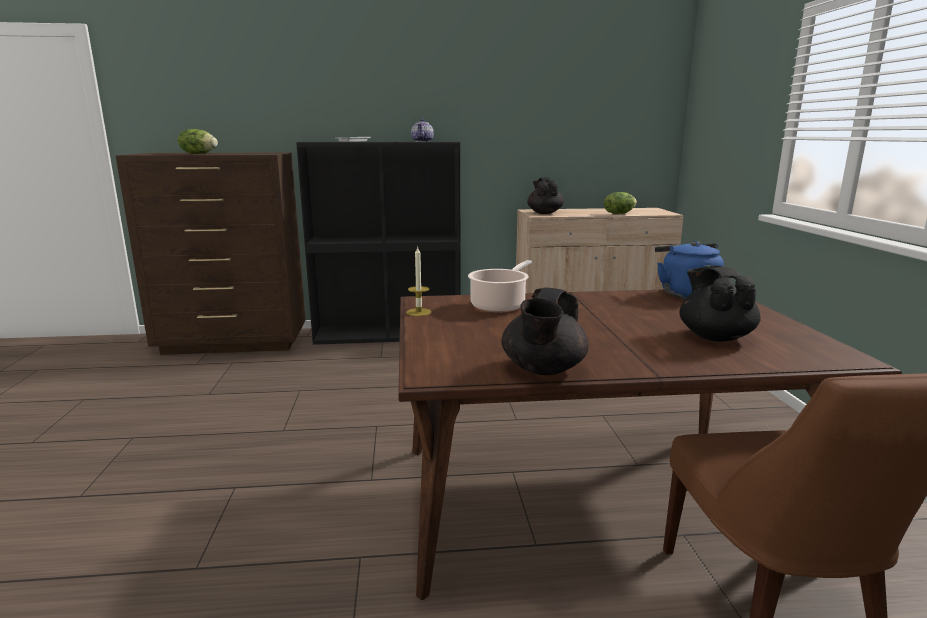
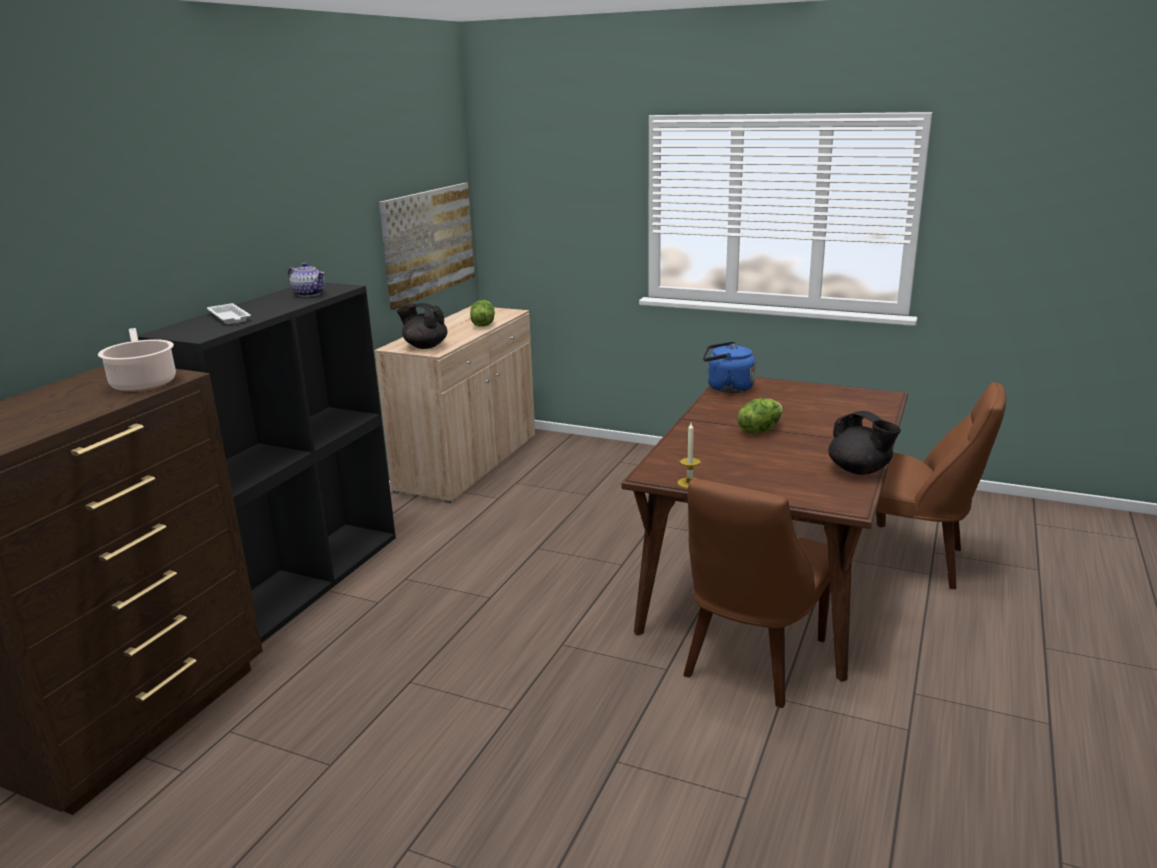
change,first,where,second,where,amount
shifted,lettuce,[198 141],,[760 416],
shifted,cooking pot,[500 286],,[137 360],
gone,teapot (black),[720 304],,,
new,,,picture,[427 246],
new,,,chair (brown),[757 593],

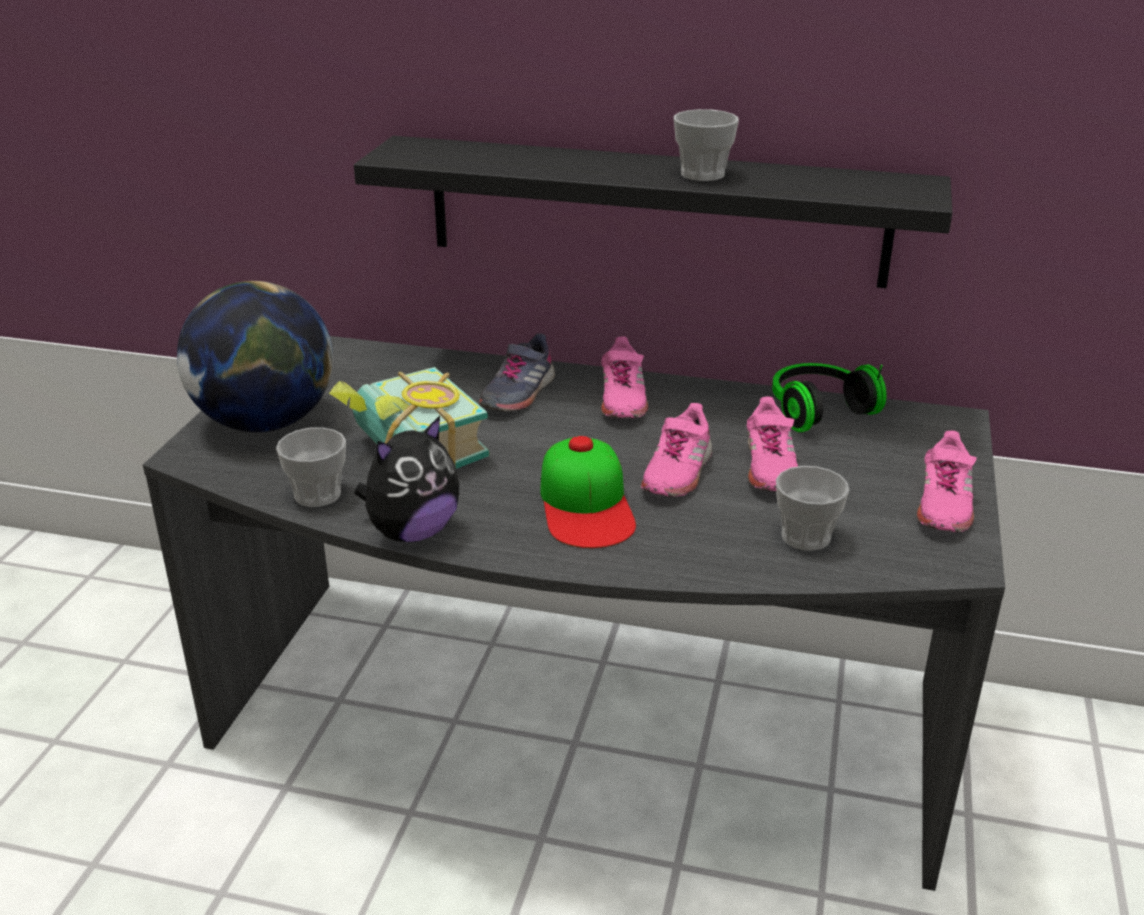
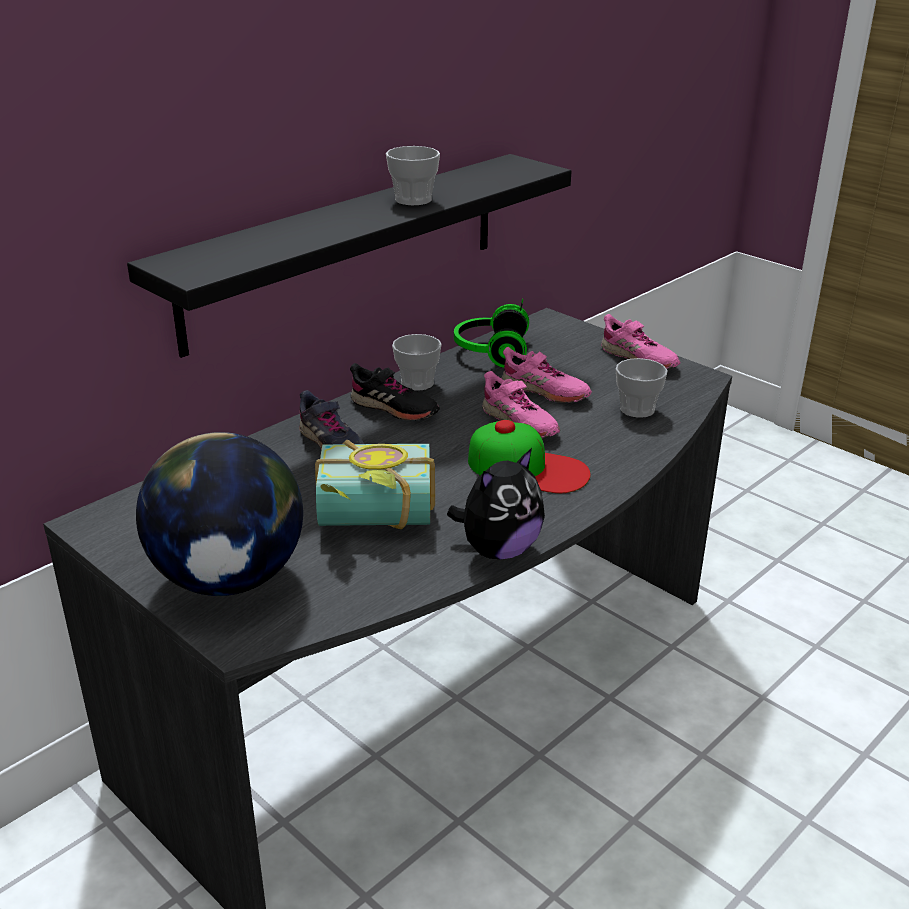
change,first,where,second,where,amount
shifted,cup,[311 467],,[417 362],
rotated,plush toy,[407 479],,[496 503],60 degrees clockwise
repainted,shoe (pink),[624 377],shoe (black),[395 391],

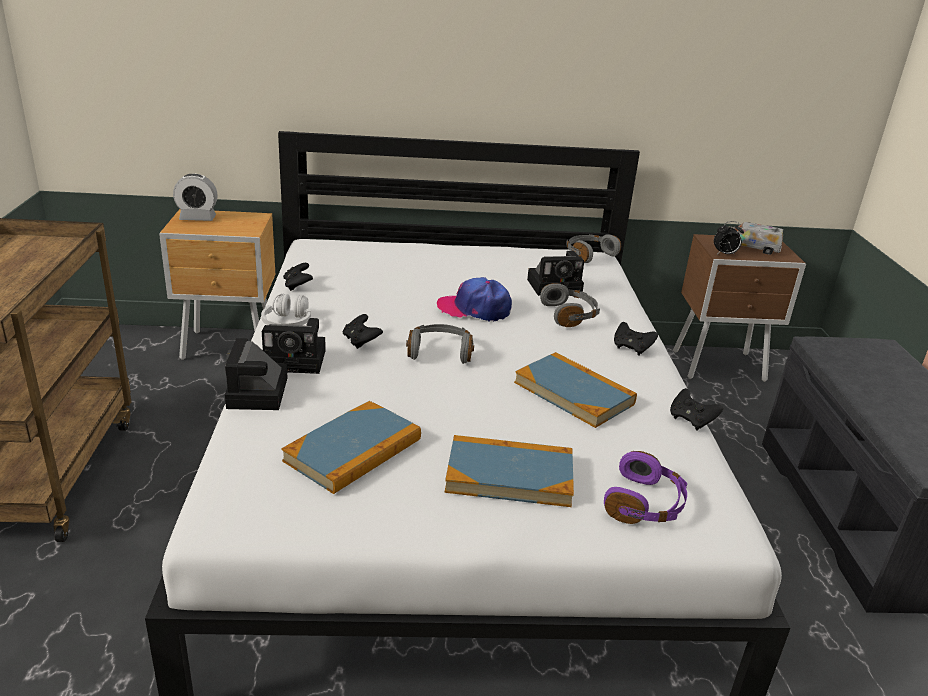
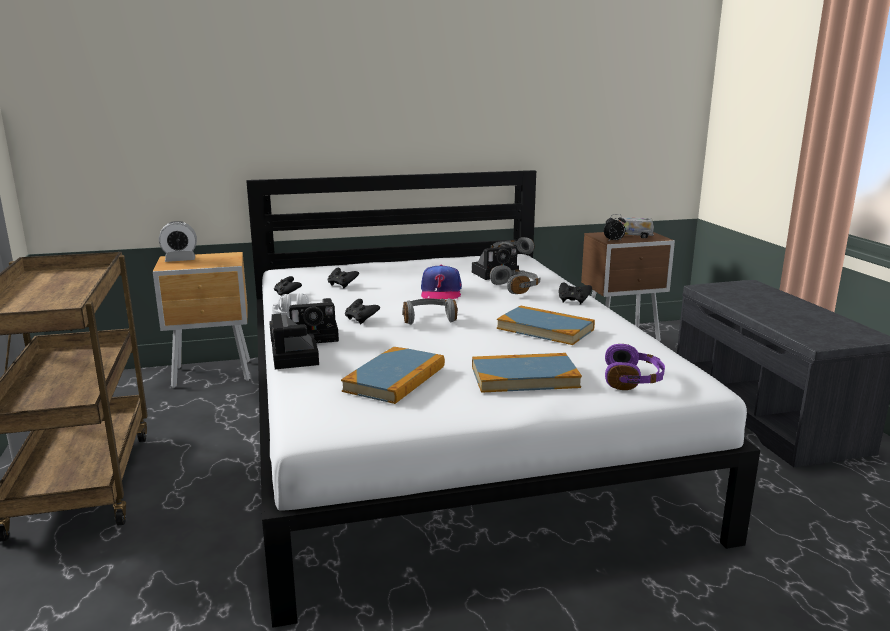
change,first,where,second,where,amount
rotated,cap,[474 299],,[441 282],90 degrees counterclockwise
shifted,game controller (black),[696 409],,[343 278],

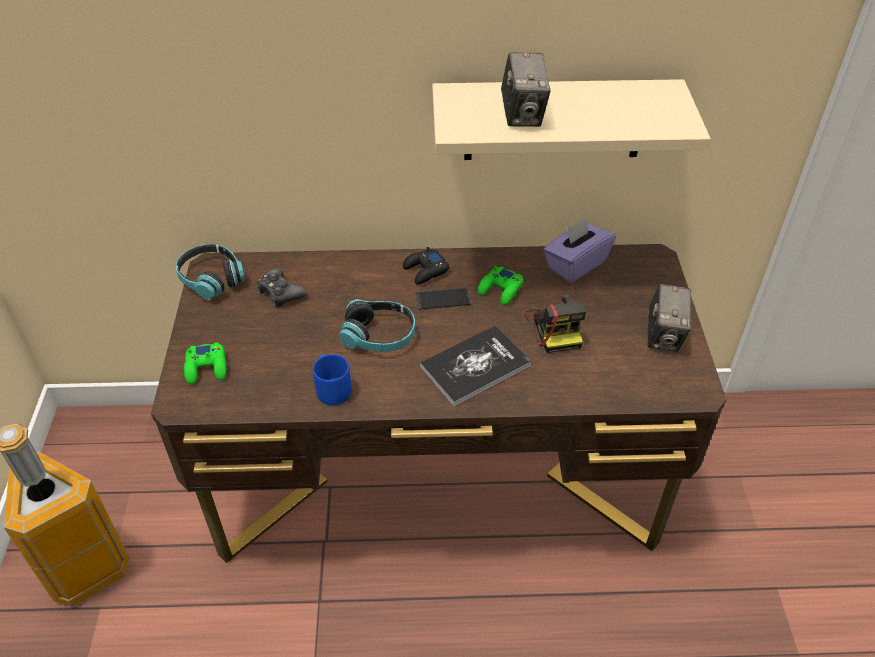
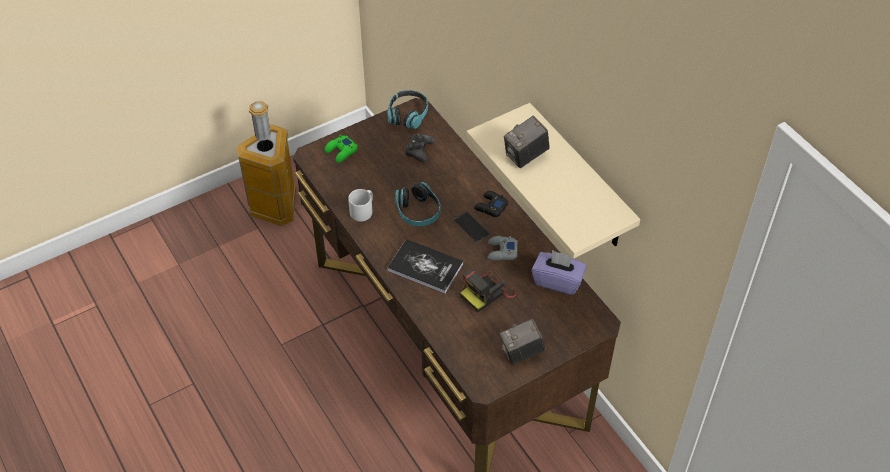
change,first,where,second,where,amount
repainted,mug (blue),[332 379],mug (grey),[360 205],
repainted,game controller (green),[500 285],game controller (grey),[502 248],

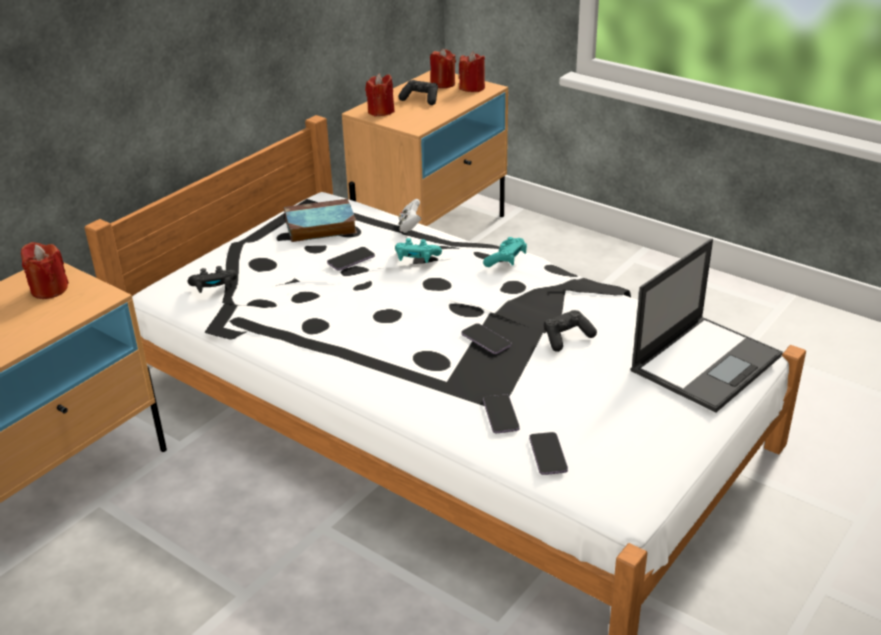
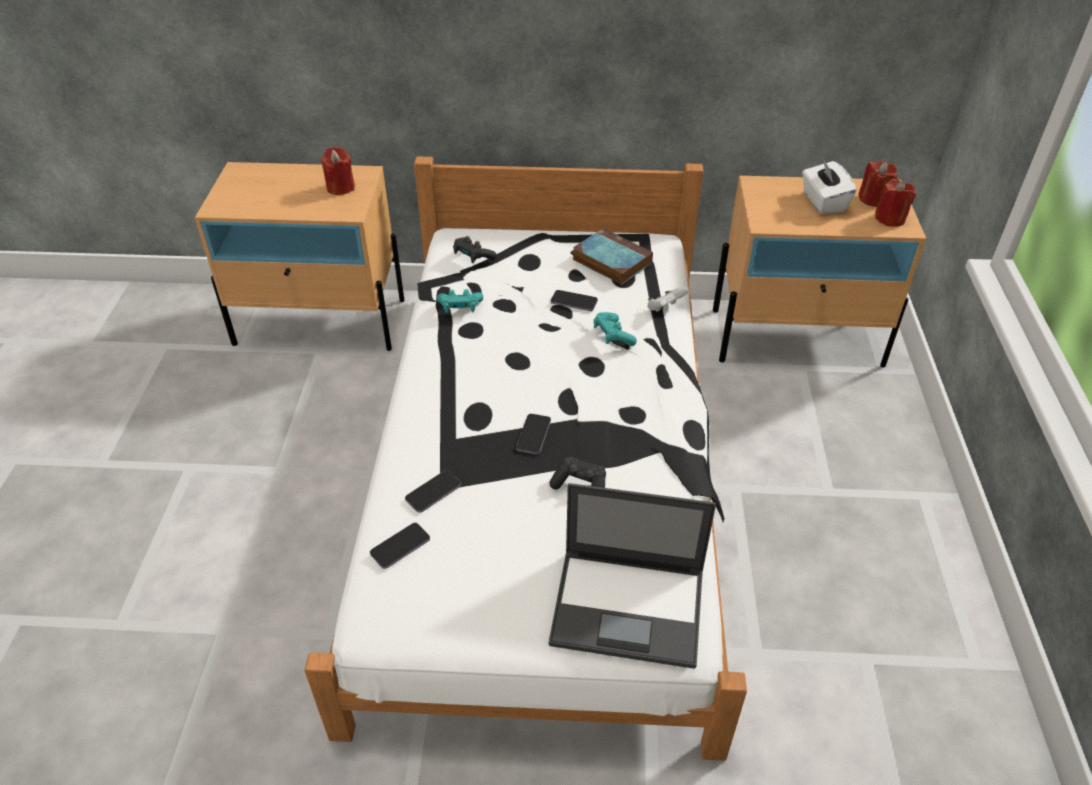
change,first,where,second,where,amount
gone,candle (red),[380 94],,,
swapped,game controller (black),[418 92],tissue box (white),[829 186],
shifted,game controller (turquoise),[505 252],,[460 301],

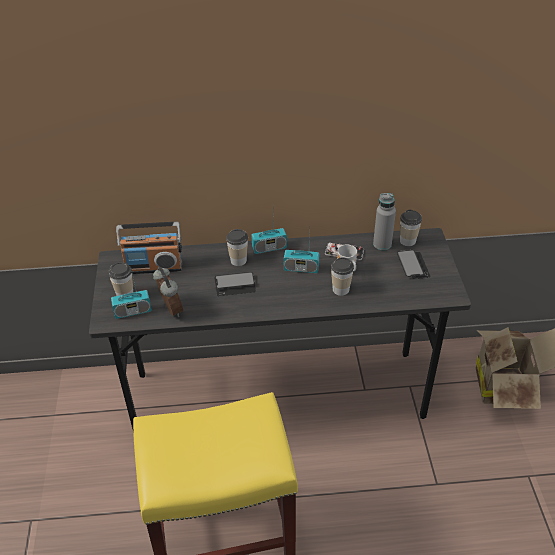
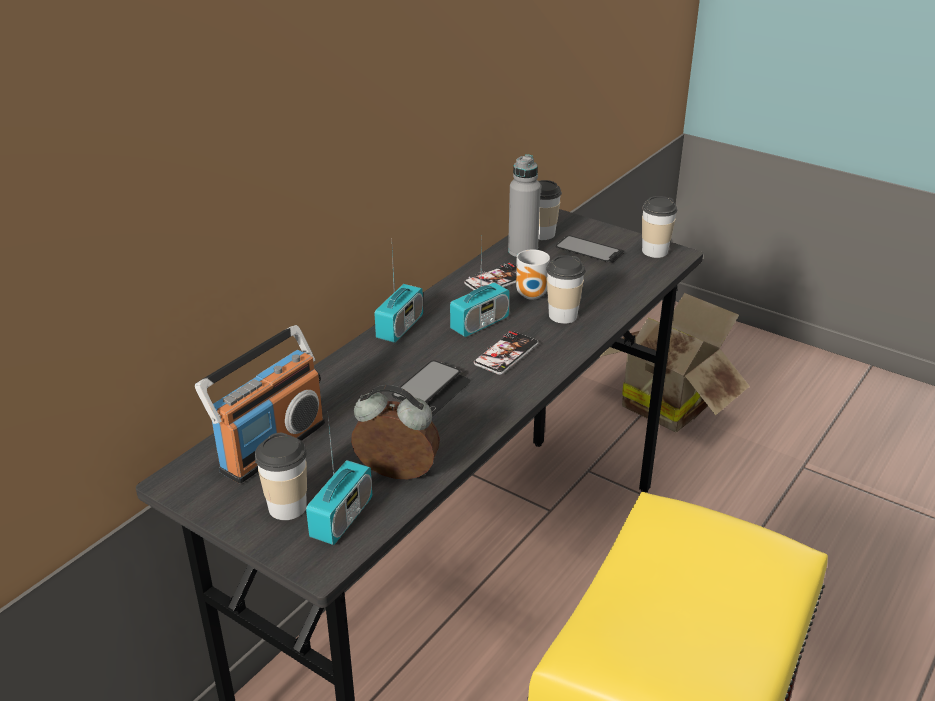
change,first,where,second,where,amount
shifted,cup,[237 247],,[659 227],
new,,,phone,[506 353],

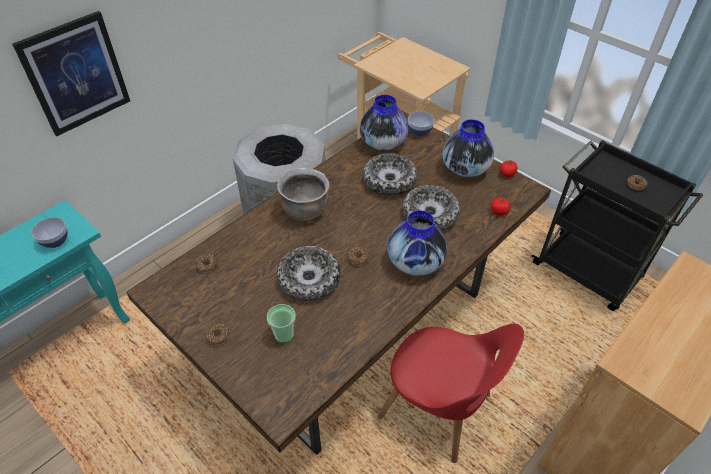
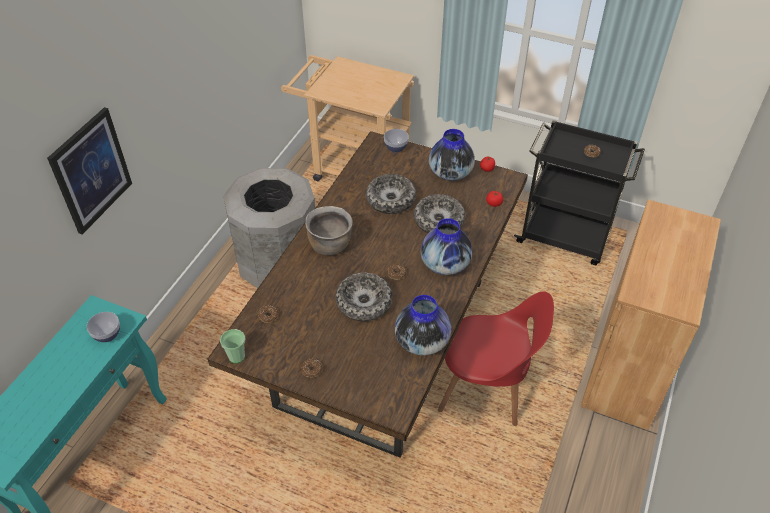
change,first,where,second,where,amount
shifted,cup,[281 323],,[232 346],
shifted,vase,[384 123],,[423 325],

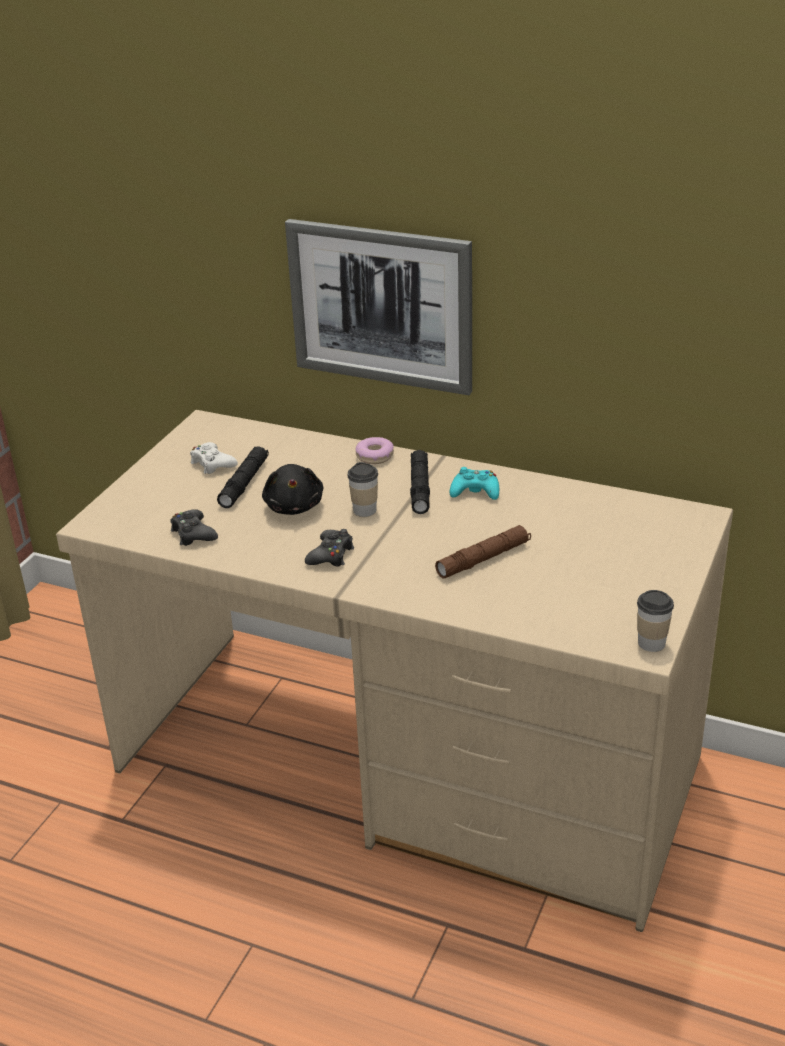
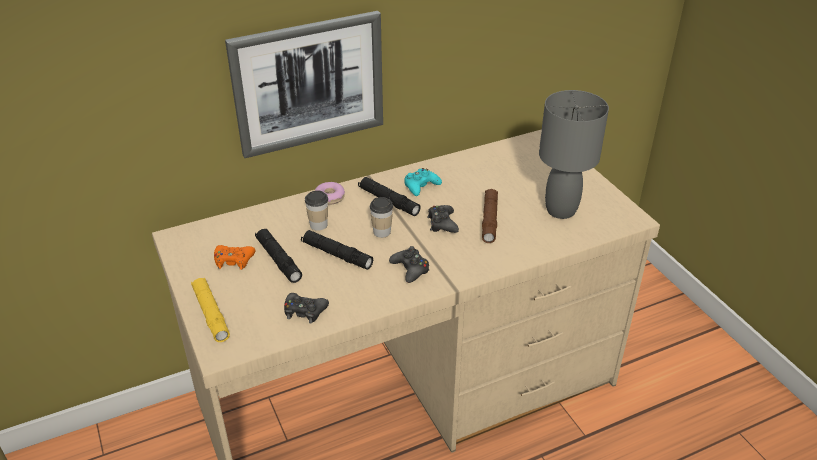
change,first,where,second,where,amount
repainted,game controller (white),[214 458],game controller (orange),[234 257],
swapped,plush toy (black),[292 489],flashlight (black),[337 250],
shifted,cup,[655 621],,[316 210],
new,,,flashlight (yellow),[210 310],
new,,,game controller (black),[443 219],
new,,,table lamp (grey),[574 154],

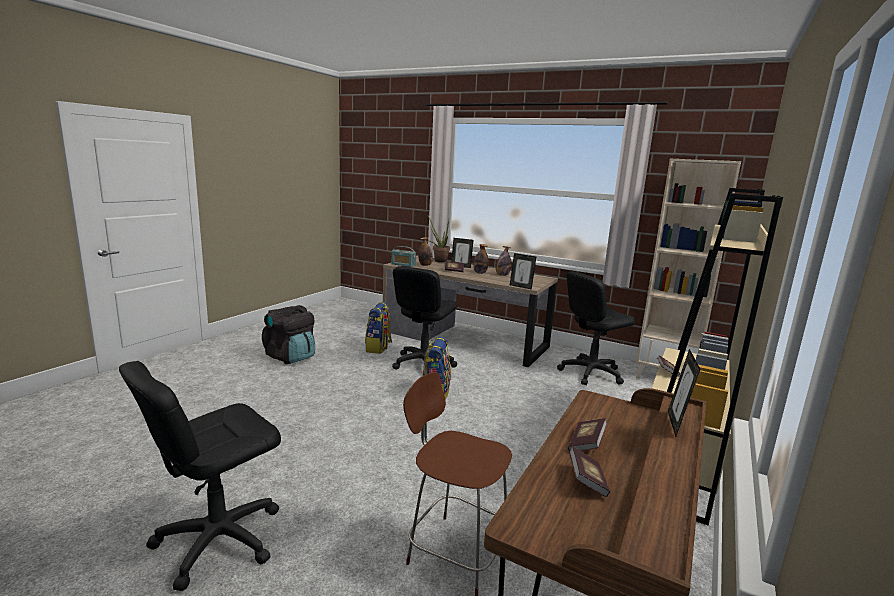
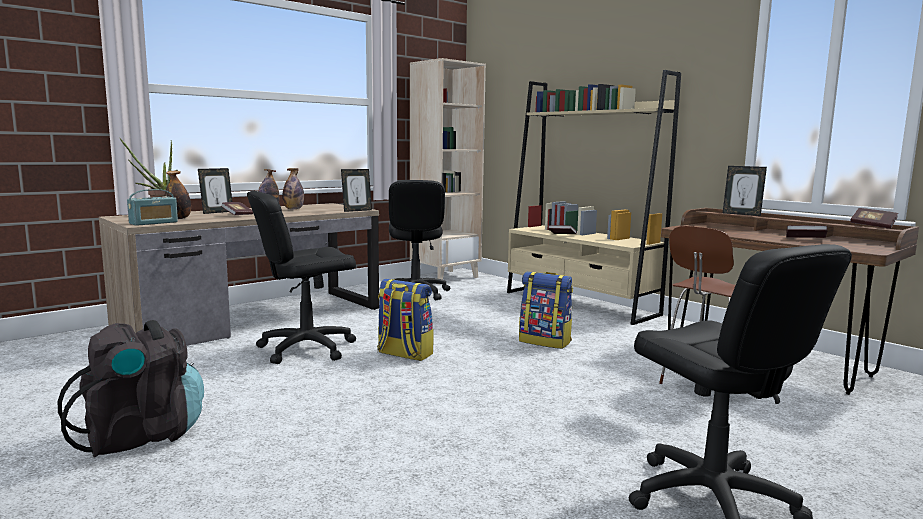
change,first,where,second,where,amount
shifted,backpack,[378 328],,[546 310],
rotated,office chair (black),[424 318],,[301 277],105 degrees clockwise
shifted,book,[587 434],,[874 218],

